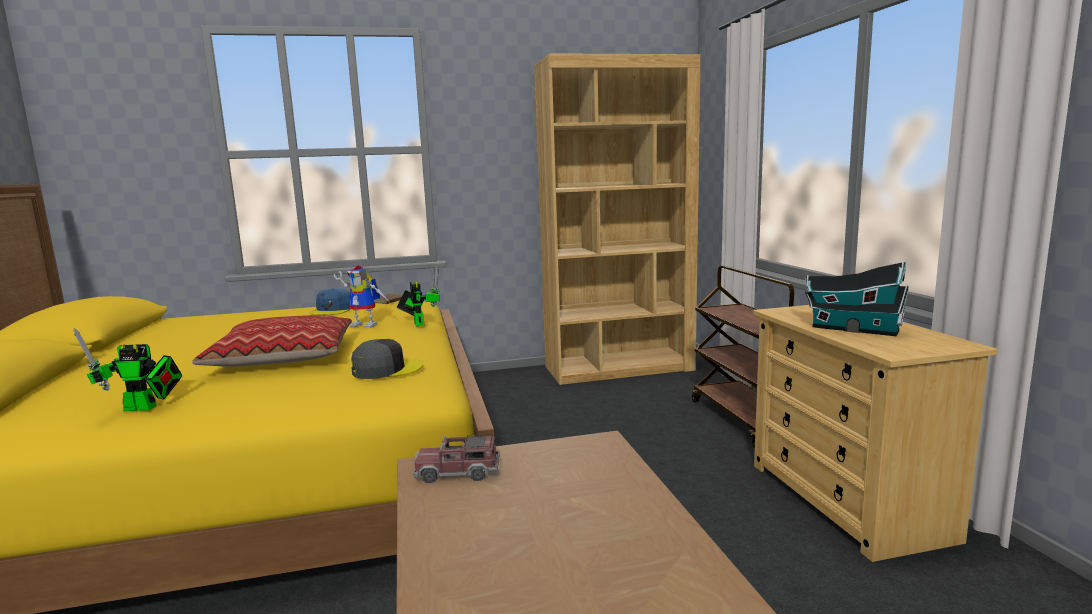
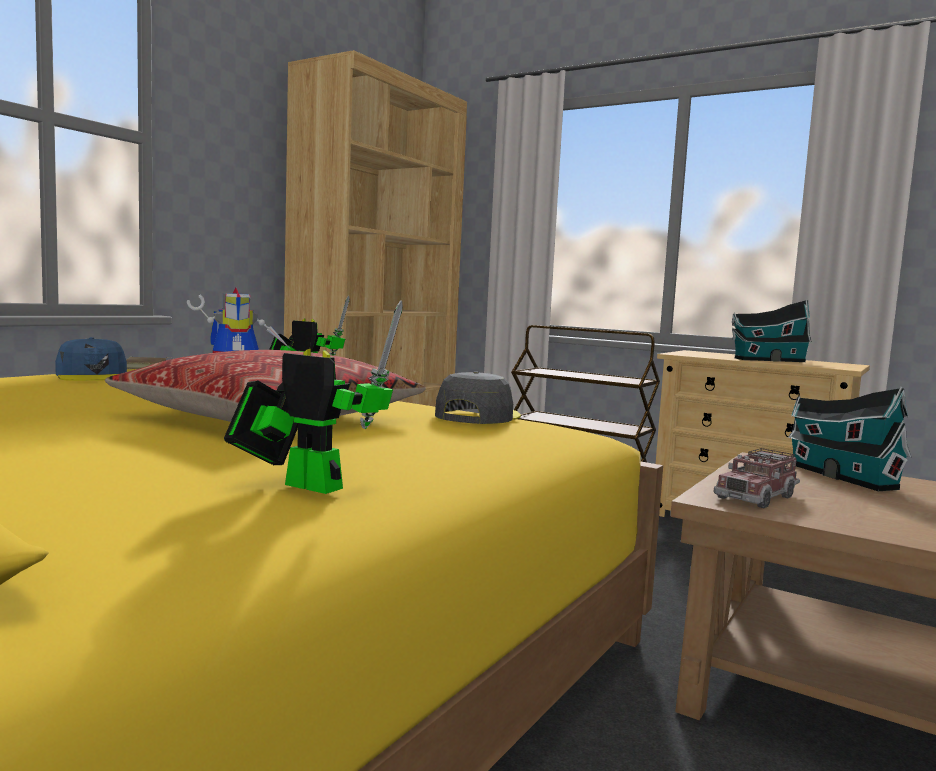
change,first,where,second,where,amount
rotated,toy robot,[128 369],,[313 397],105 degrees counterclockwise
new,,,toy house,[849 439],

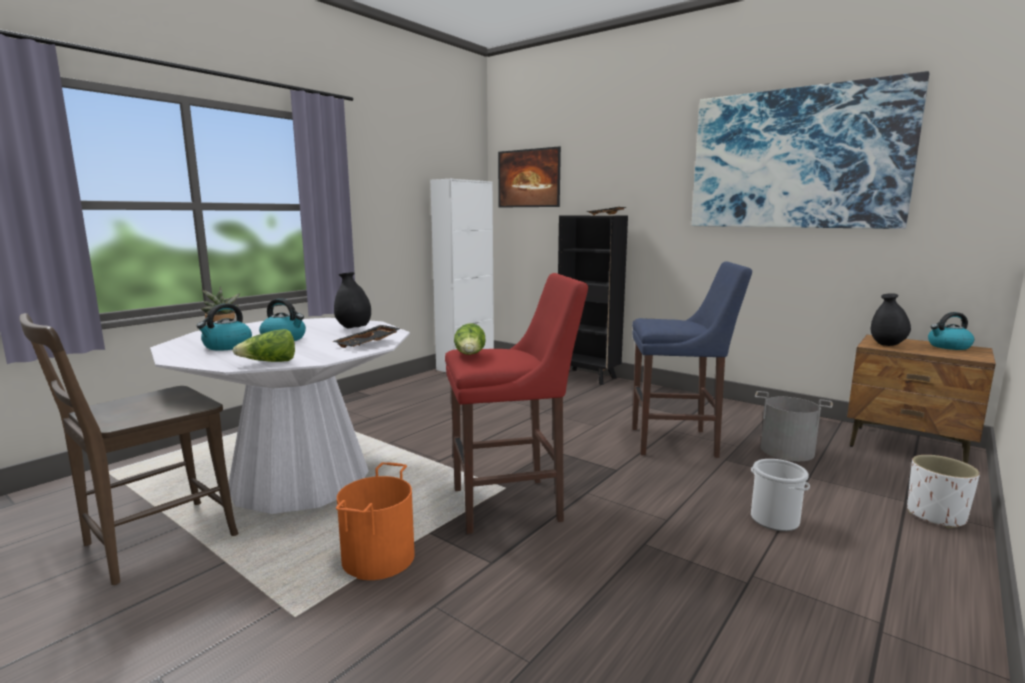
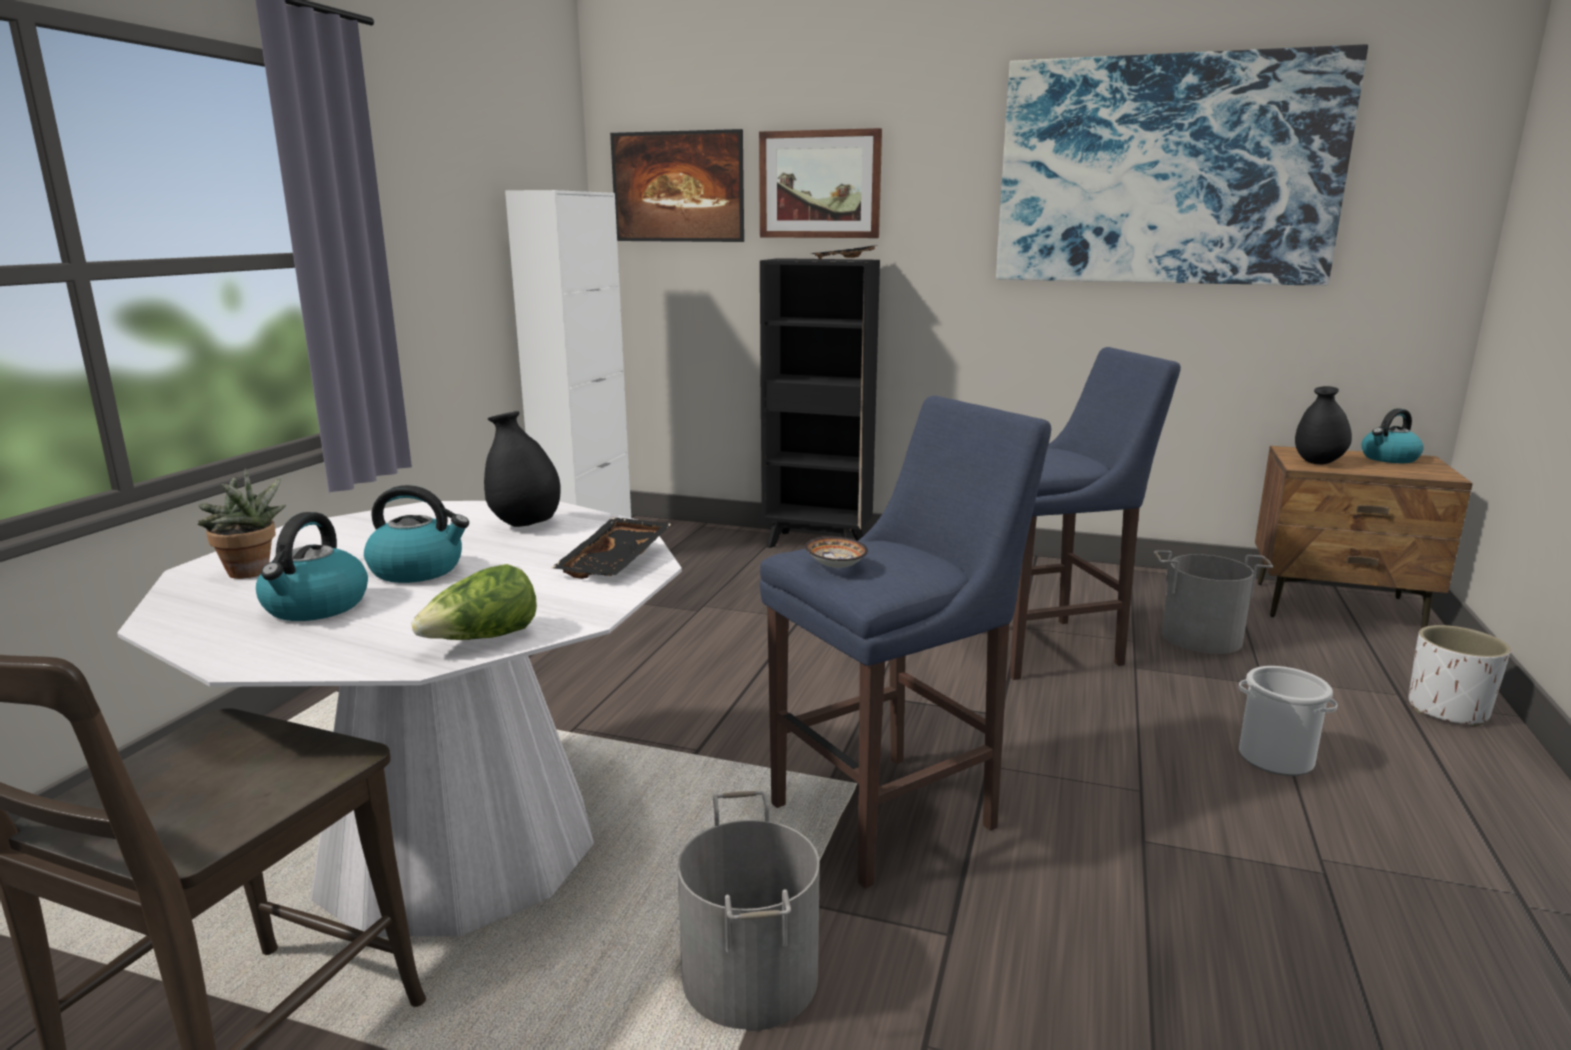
change,first,where,second,where,amount
repainted,bucket (orange),[375 521],bucket (grey),[748 911],
repainted,stool (red),[516 403],stool (blue),[905 642],
swapped,lettuce,[470 339],bowl,[836 552],
new,,,picture,[820 183],

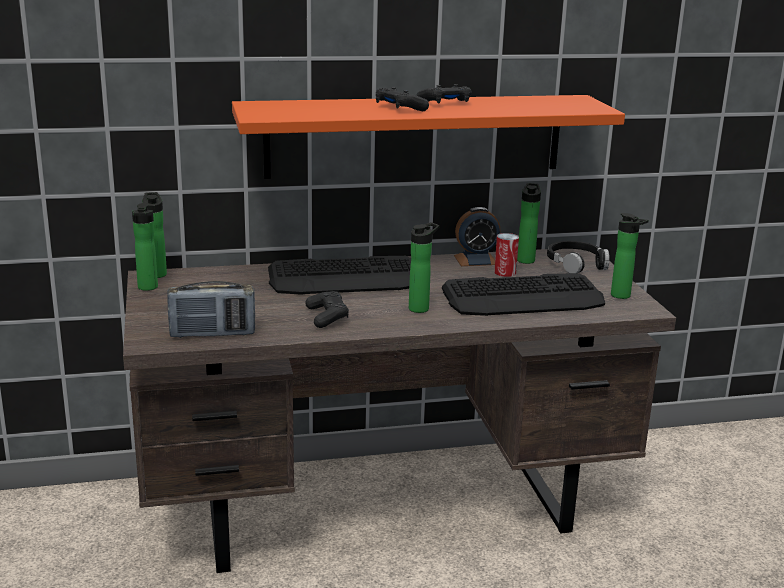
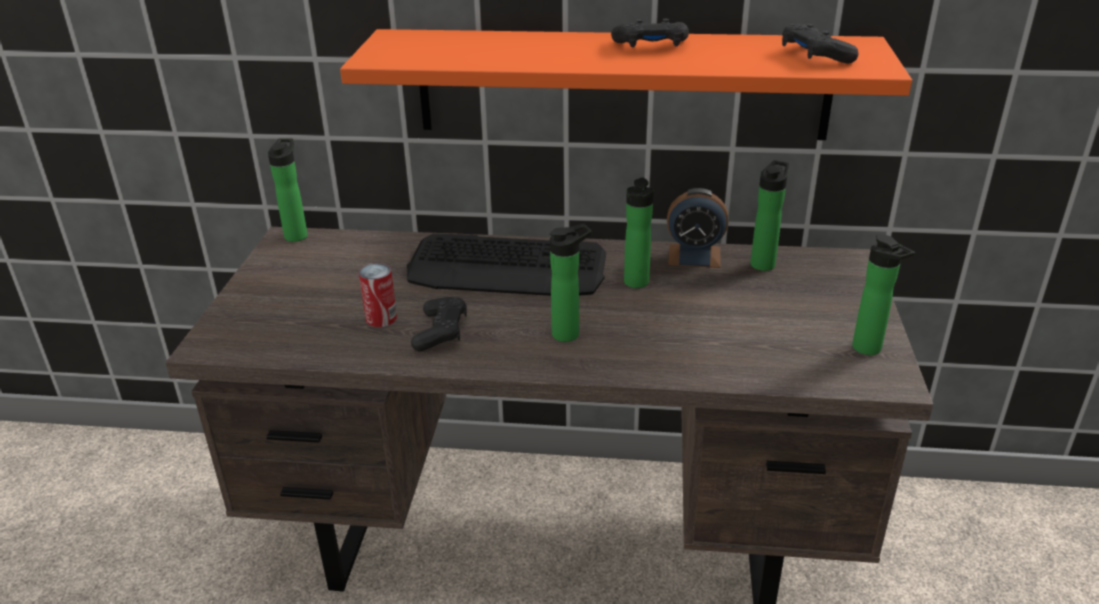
change,first,where,second,where,amount
shifted,bottle,[145 247],,[639 233],
gone,radio,[211 309],,,
shifted,game controller (black),[402 99],,[820 44],
gone,keyboard,[523 294],,,
shifted,can,[506 255],,[378 295],
gone,headphones (black),[578 257],,,

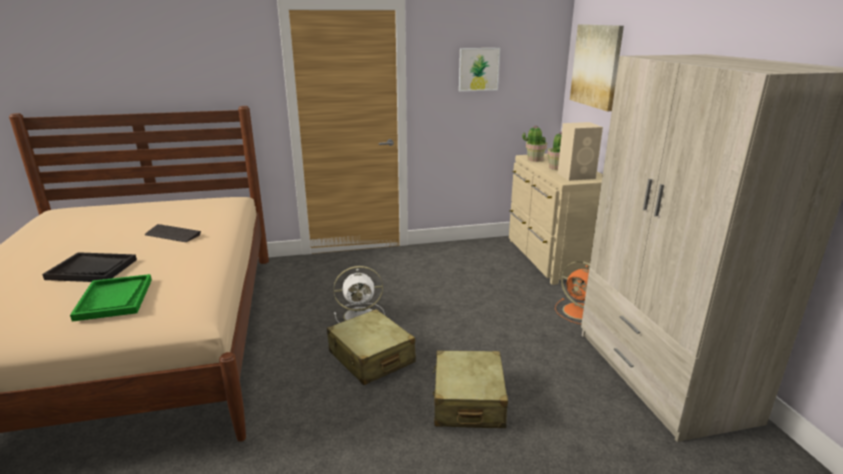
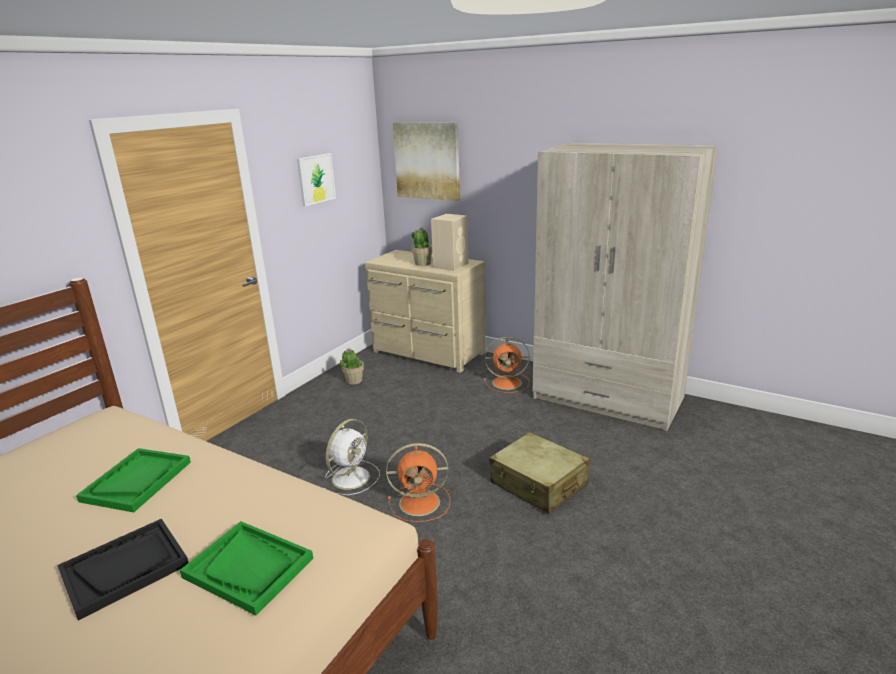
change,first,where,second,where,amount
swapped,keyboard,[173 233],tray (green),[133 480],
swapped,suitcase (beige),[371 347],fan (orange),[418 482],
shifted,potted plant,[534 143],,[352 366],

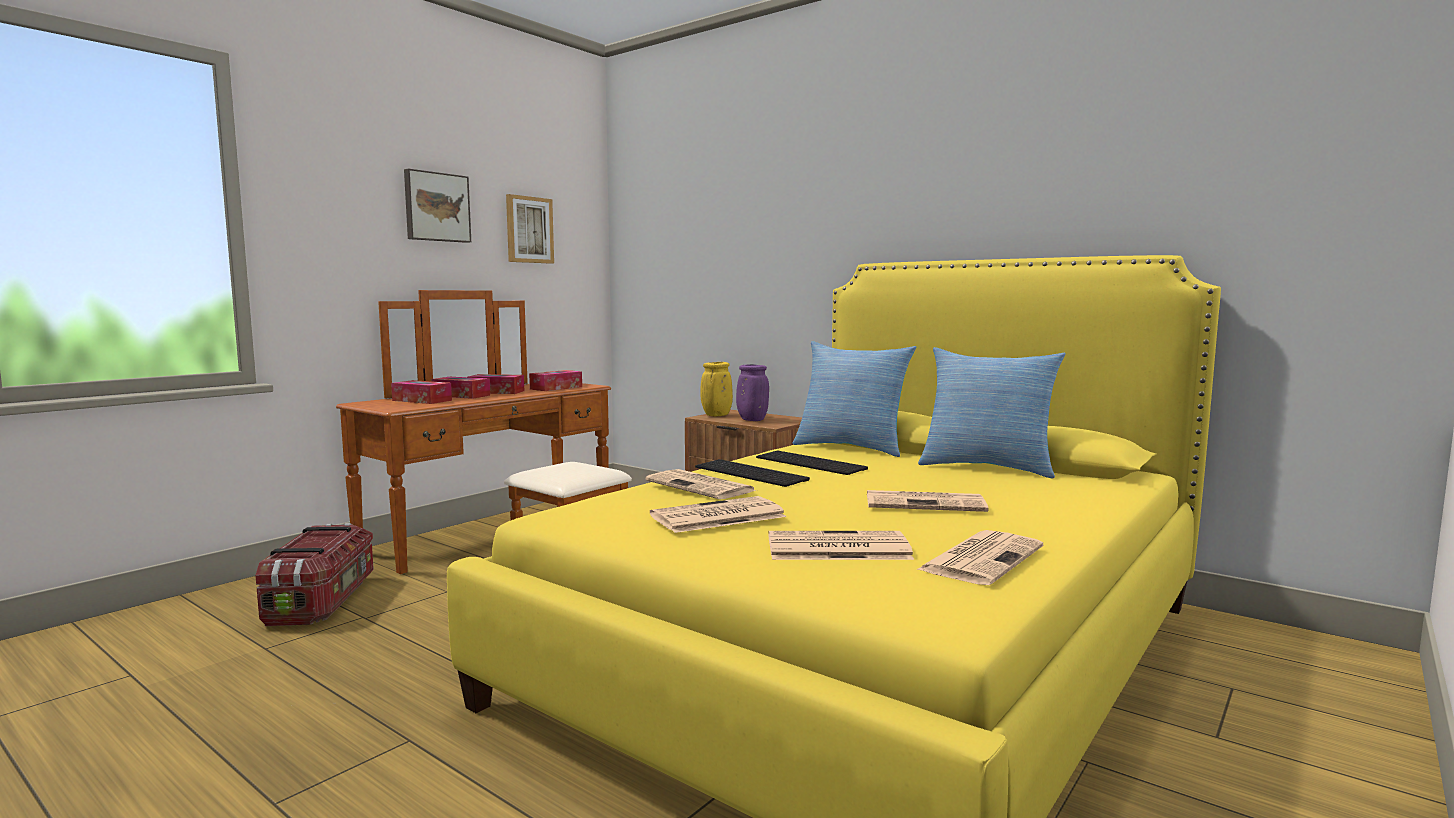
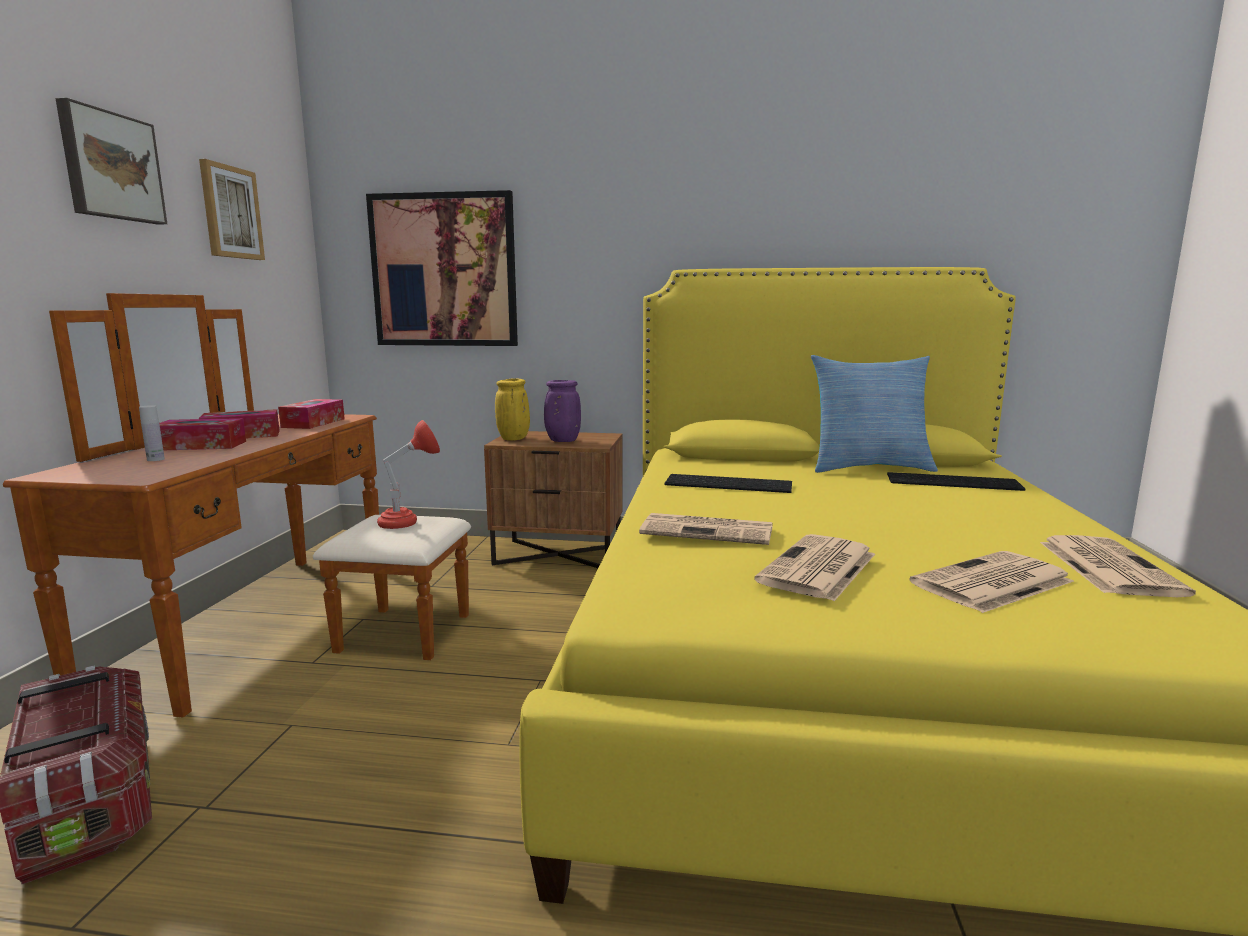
change,first,where,second,where,amount
swapped,tissue box,[421 392],bottle (white),[152 433],
shifted,keyboard,[752 473],,[956 481],
gone,pillow,[854 399],,,
gone,newspaper,[927 501],,,
new,,,picture,[442 268],
new,,,table lamp (red),[408 474],

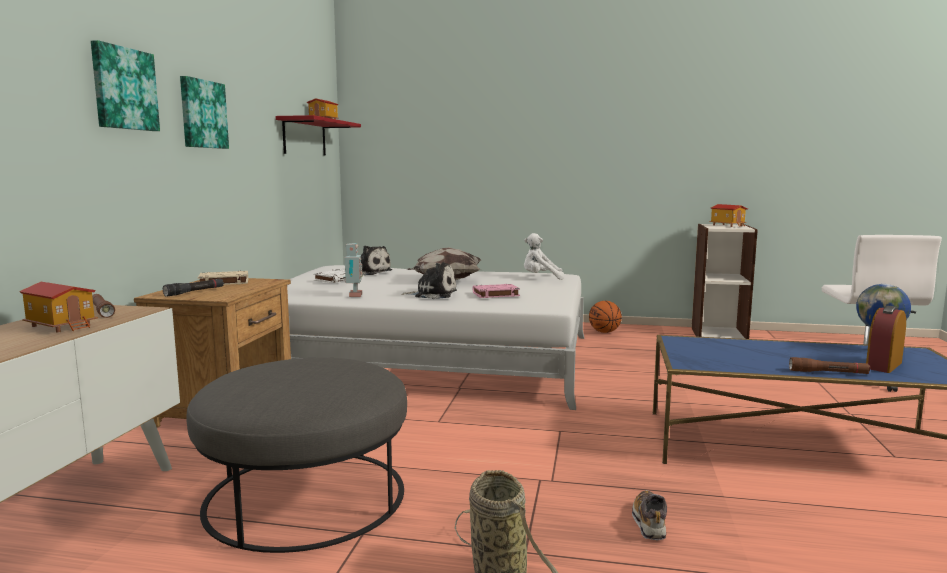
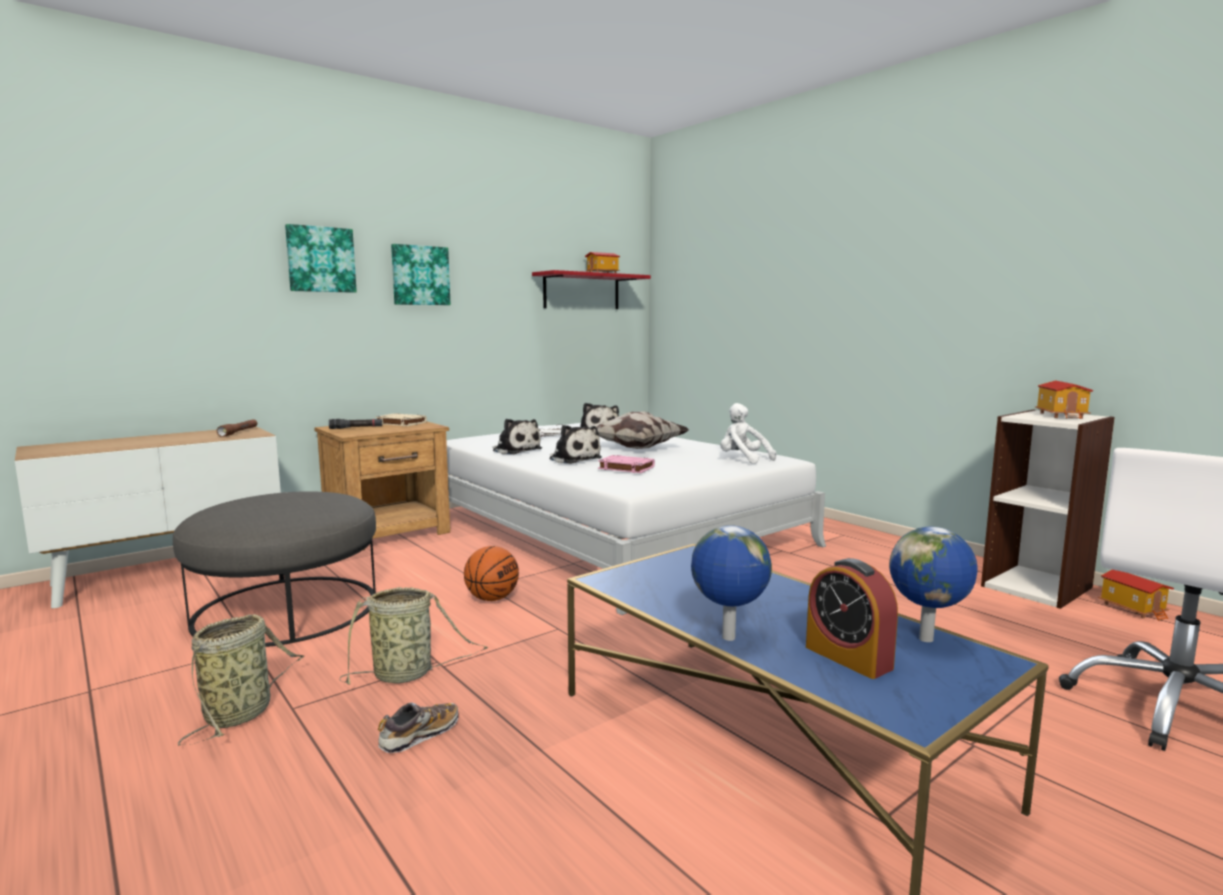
change,first,where,second,where,amount
shifted,toy house,[58 307],,[1136 595],
swapped,toy robot,[353 270],plush toy,[517 436],
shifted,basketball,[605 317],,[491 573],
swapped,flashlight (brown),[829 365],globe,[731 583],
rotated,alarm clock,[886 339],,[852 618],120 degrees counterclockwise
new,,,basket,[413 635],

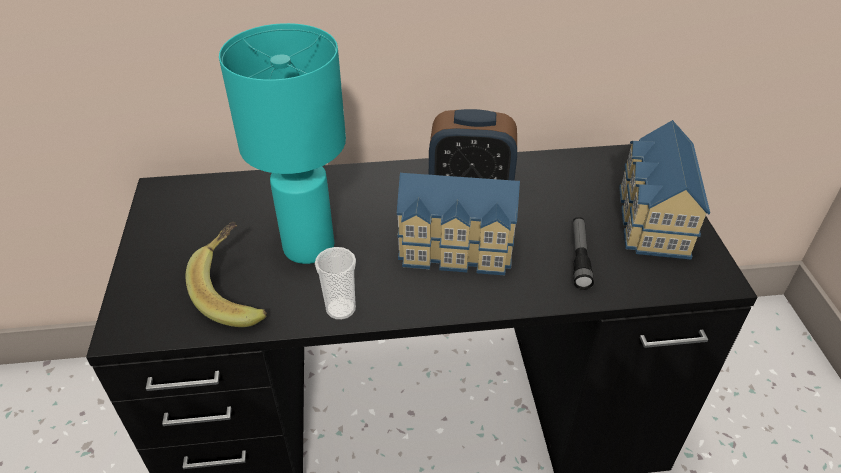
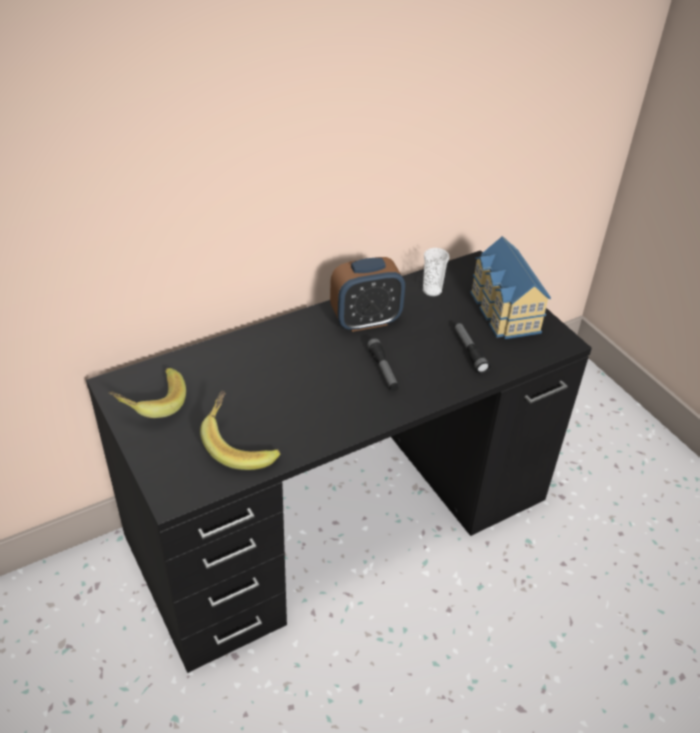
change,first,where,second,where,amount
gone,table lamp (turquoise),[282 143],,,
shifted,cup,[335 283],,[436 272],
swapped,toy house,[458 223],flashlight,[382 364],
new,,,banana,[147 393],

